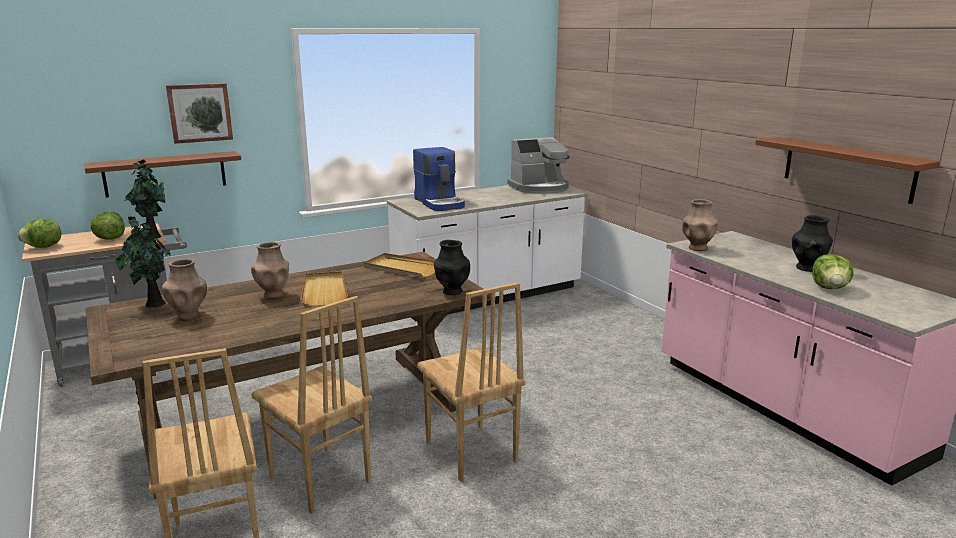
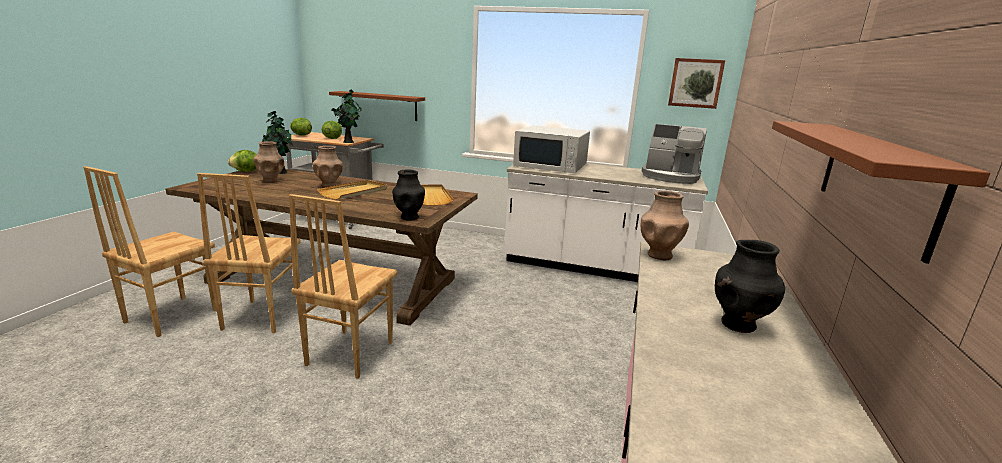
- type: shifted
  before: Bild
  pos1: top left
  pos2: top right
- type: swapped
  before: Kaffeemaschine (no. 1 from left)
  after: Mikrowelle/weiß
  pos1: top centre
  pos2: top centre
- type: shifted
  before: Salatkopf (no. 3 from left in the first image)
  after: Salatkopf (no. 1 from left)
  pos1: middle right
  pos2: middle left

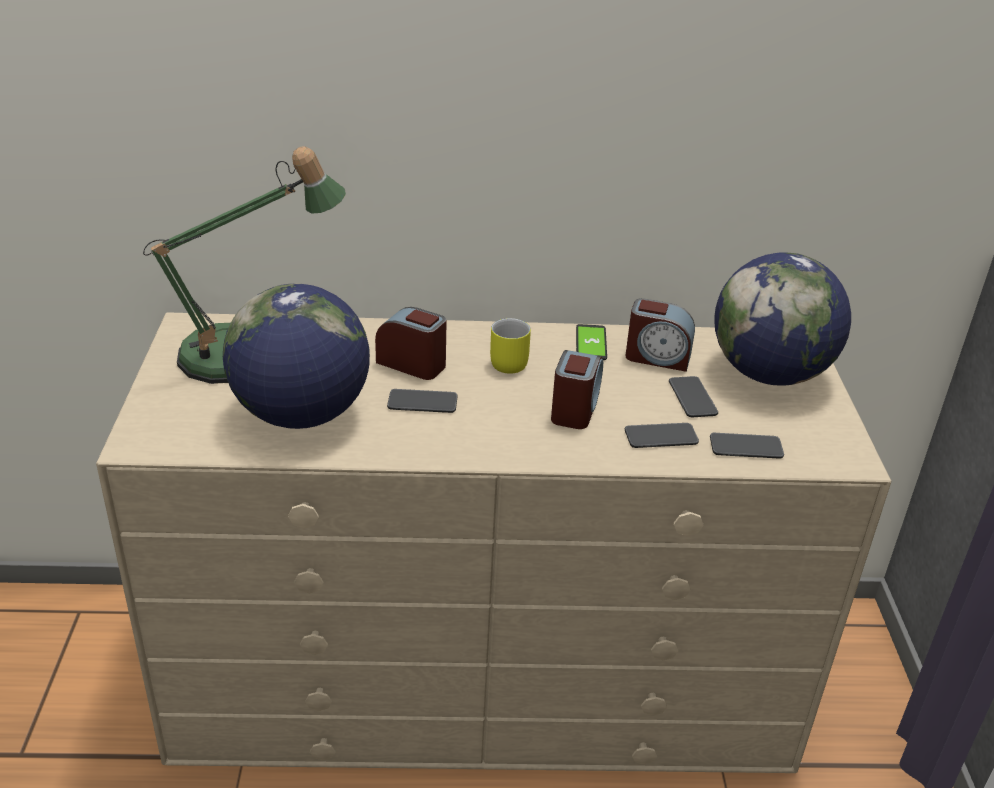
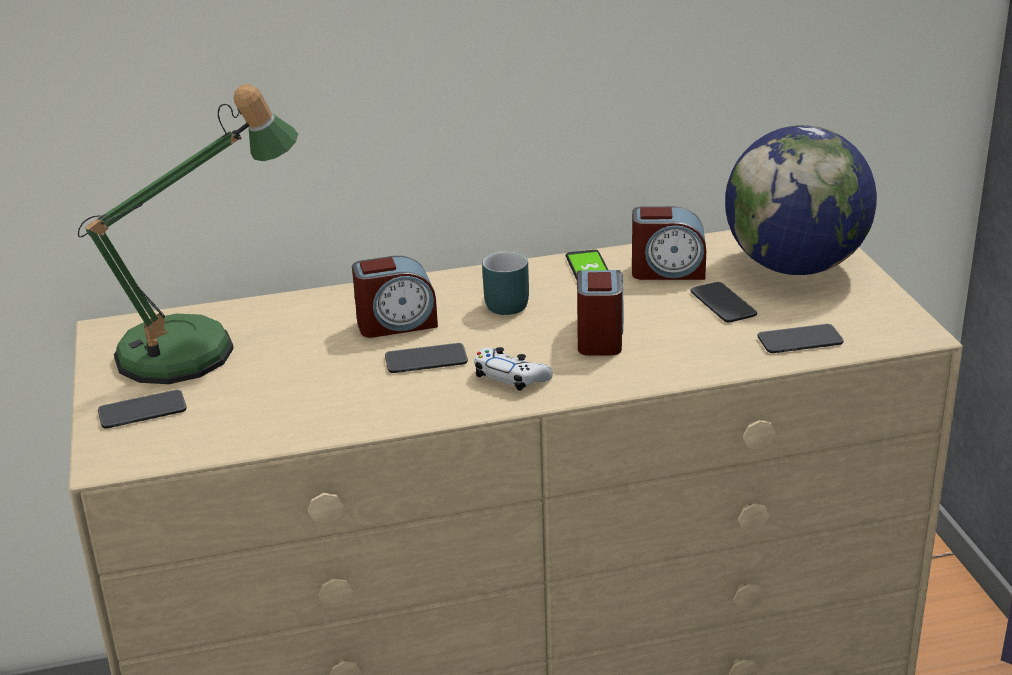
- type: gone
  before: Globus (no. 1 from left)
  pos1: middle left
- type: rotated
  before: Wecker (no. 1 from left)
  pos1: centre
  pos2: centre
  turn: 150
- type: repainted
  before: Henkelbecher/gelb
  after: Henkelbecher/türkis
  pos1: centre
  pos2: centre
- type: shifted
  before: Handy (no. 3 from left in the first image)
  after: Handy (no. 1 from left)
  pos1: centre
  pos2: middle left
- type: new
  after: Gamepad/weiß
  pos2: centre

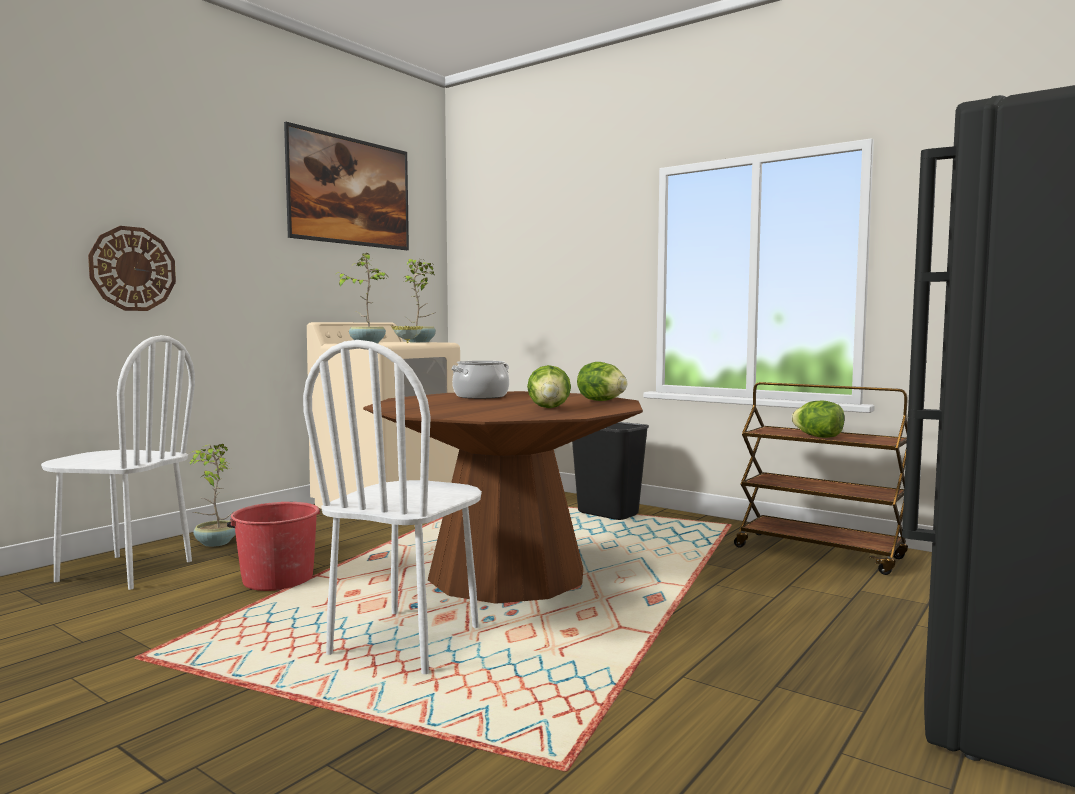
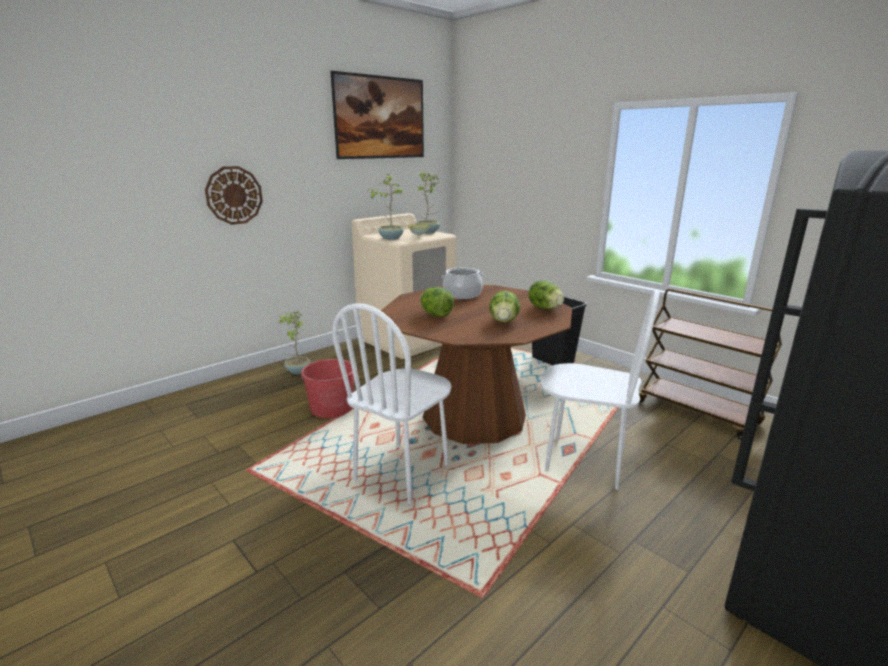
- type: shifted
  before: Stuhl/weiß (no. 1 from left in the first image)
  after: Stuhl/weiß (no. 2 from left)
  pos1: middle left
  pos2: middle right
- type: shifted
  before: Salatkopf (no. 3 from left in the first image)
  after: Salatkopf (no. 1 from left)
  pos1: middle right
  pos2: centre

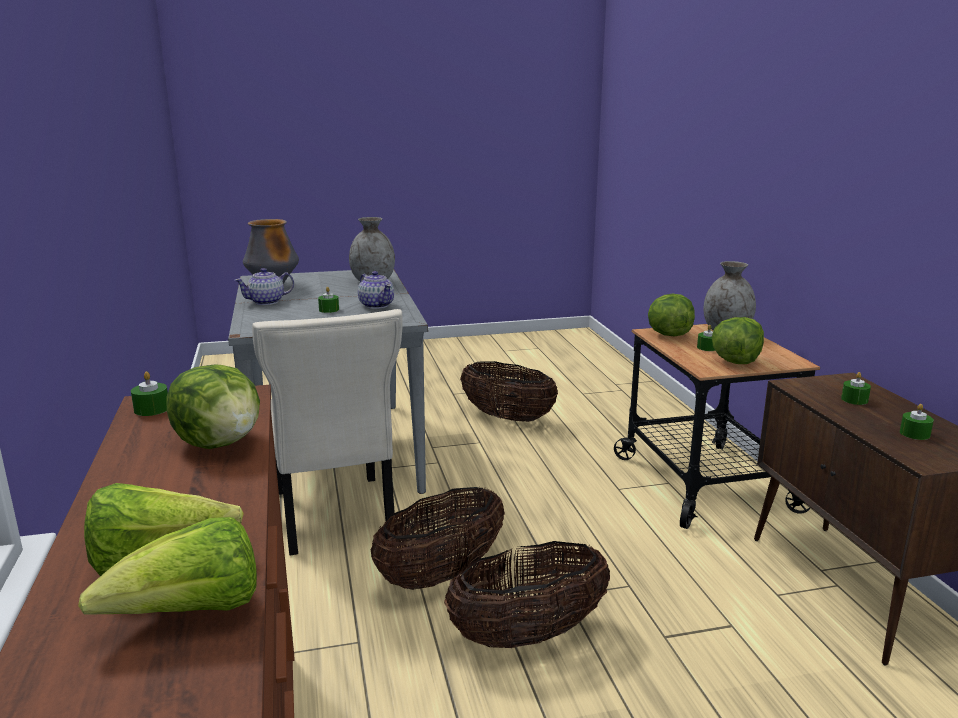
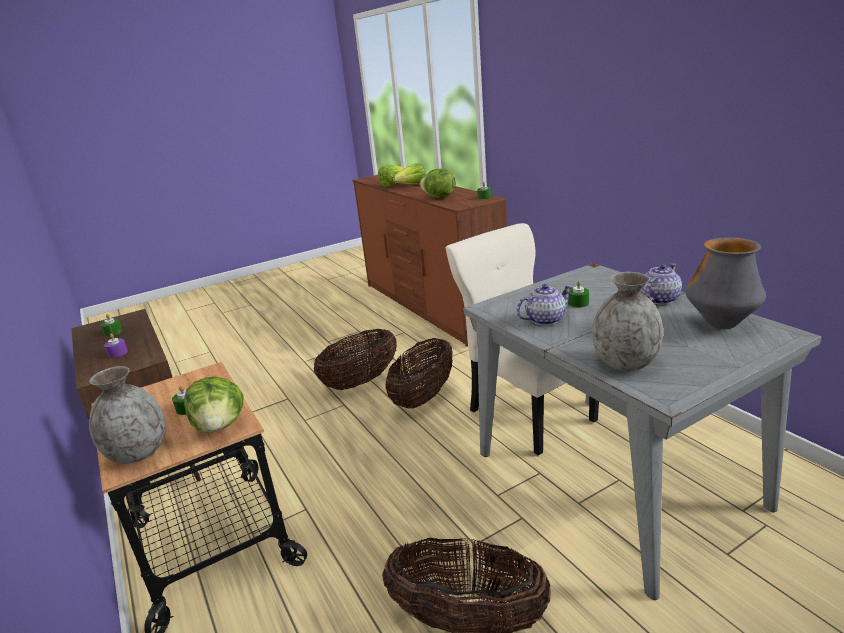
- type: rotated
  before: Teekanne (no. 2 from left in the first image)
  pos1: centre
  pos2: centre
  turn: 120
- type: gone
  before: Salatkopf (no. 5 from left)
  pos1: middle right
- type: repainted
  before: Kerze/grün (no. 4 from left)
  after: Kerze/lila
  pos1: middle right
  pos2: middle left

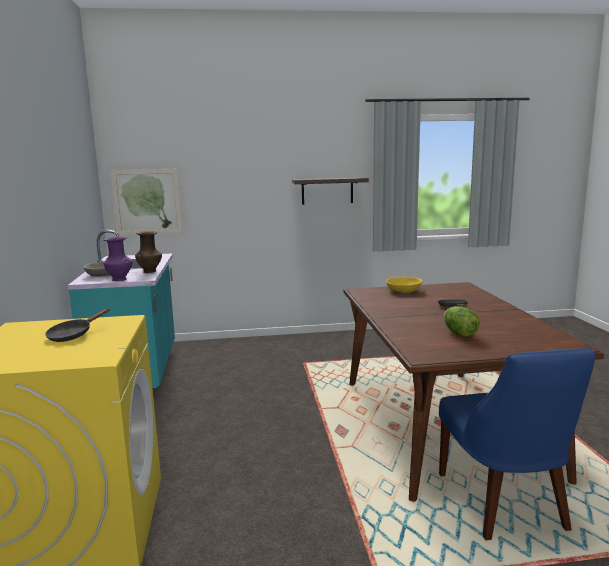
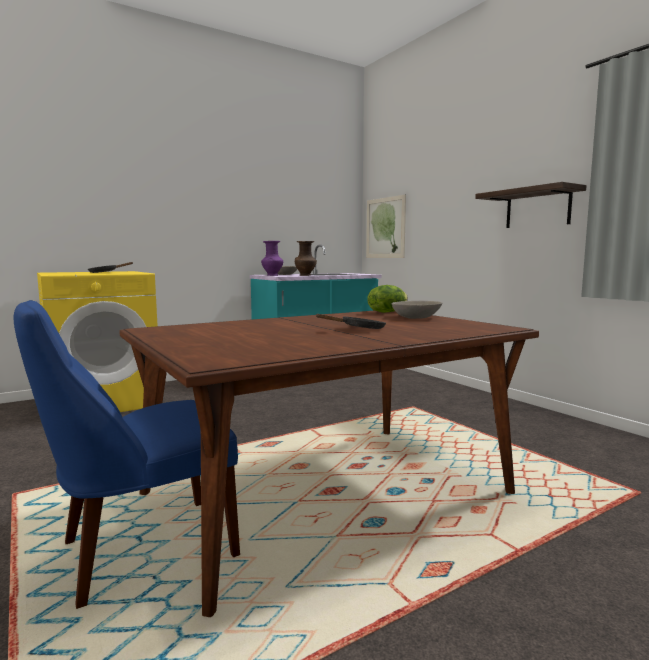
- type: repainted
  before: Schüssel/gelb
  after: Schüssel/grau (no. 2 from left)
  pos1: centre
  pos2: centre
- type: shifted
  before: Salatkopf
  pos1: middle right
  pos2: centre

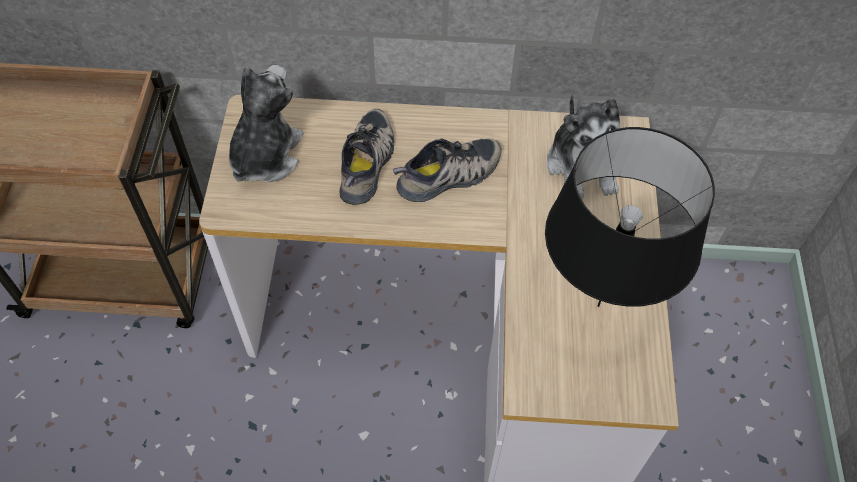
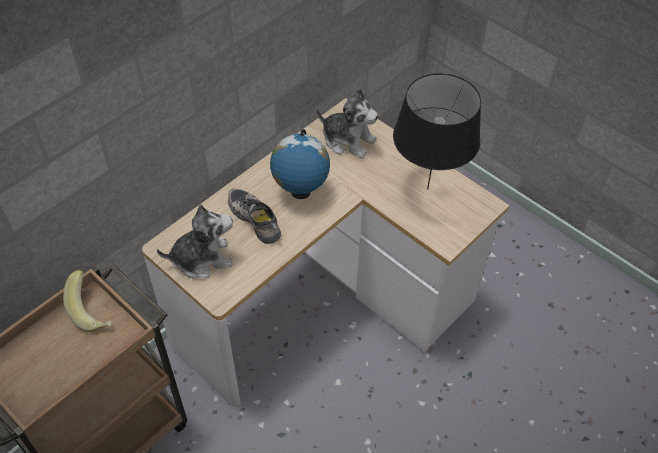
- type: rotated
  before: Plüschtier (no. 1 from left)
  pos1: top left
  pos2: middle left
  turn: 105
- type: swapped
  before: Schuh (no. 2 from left)
  after: Globus
  pos1: centre
  pos2: centre
- type: new
  after: Banane
  pos2: middle left

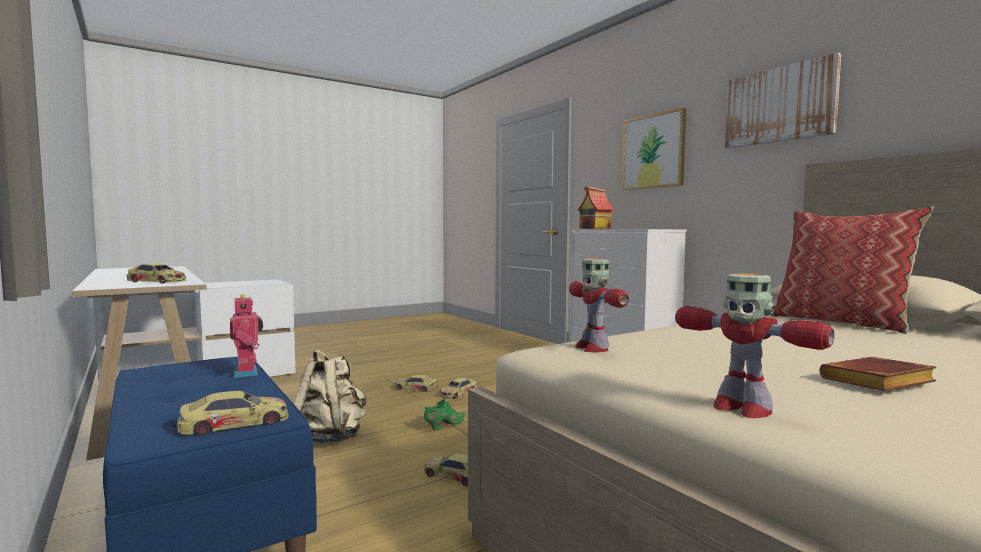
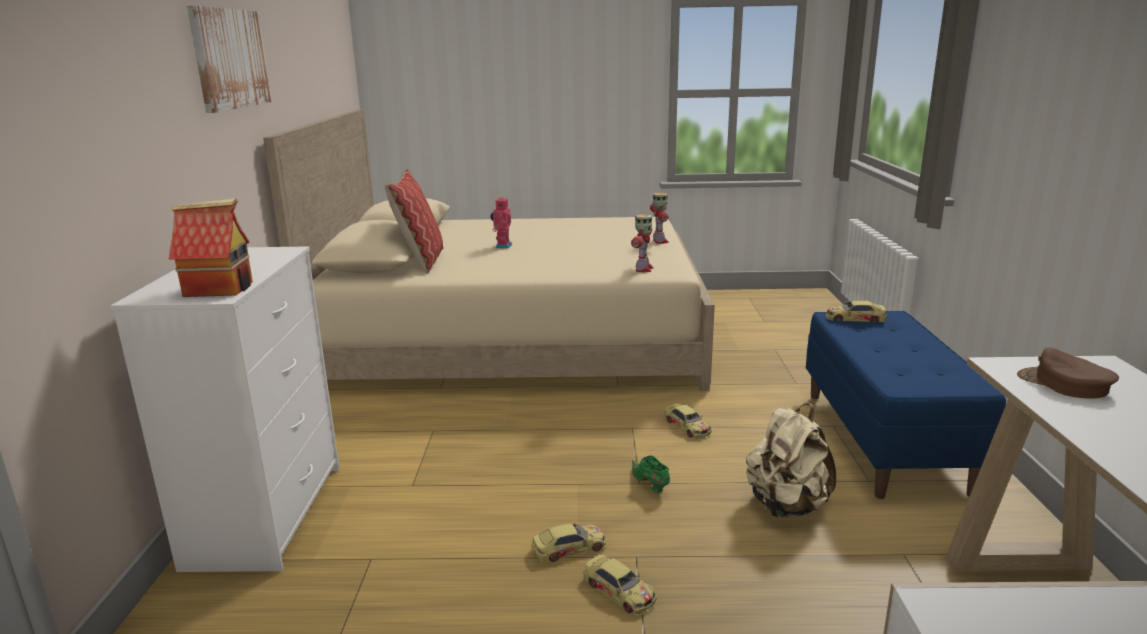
- type: swapped
  before: Spielzeugauto (no. 1 from left)
  after: Kappe/braun
  pos1: middle left
  pos2: middle right
- type: shifted
  before: Spielzeugroboter (no. 1 from left)
  pos1: middle left
  pos2: centre
- type: rotated
  before: Schuh/grün
  pos1: bottom centre
  pos2: bottom centre
  turn: 75
- type: gone
  before: Bild (no. 1 from left)
  pos1: top right
- type: gone
  before: Buch/braun
  pos1: bottom right

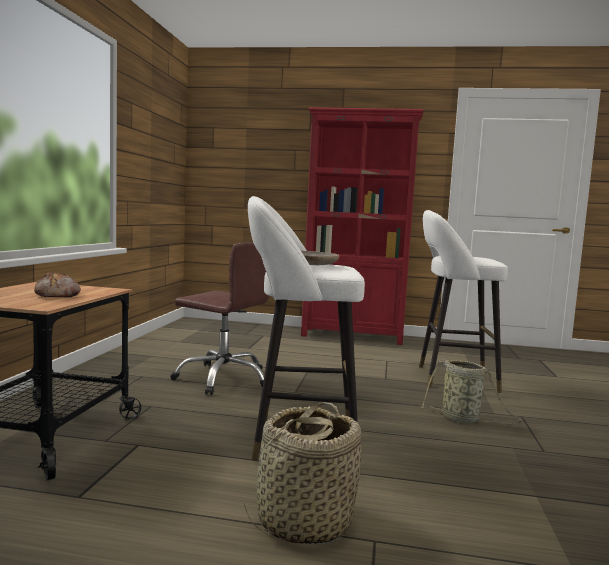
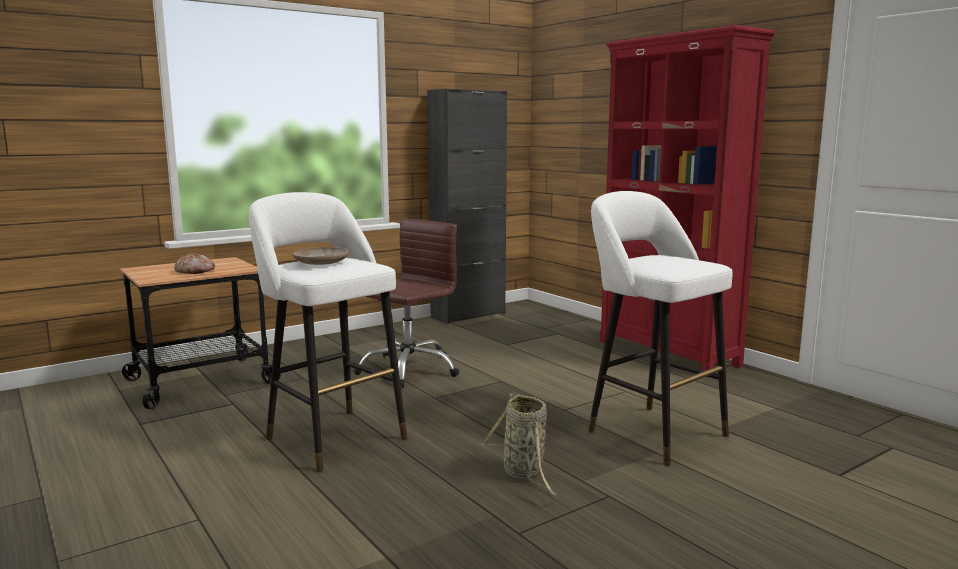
- type: rotated
  before: Bürostuhl/braun
  pos1: centre
  pos2: centre
  turn: -120
- type: gone
  before: Korb (no. 1 from left)
  pos1: bottom centre
- type: new
  after: Schrank/schwarz
  pos2: centre

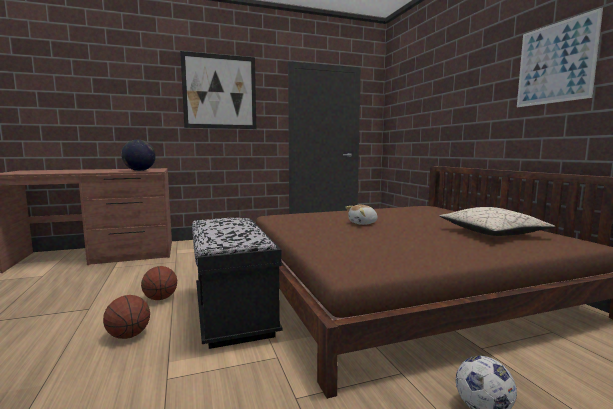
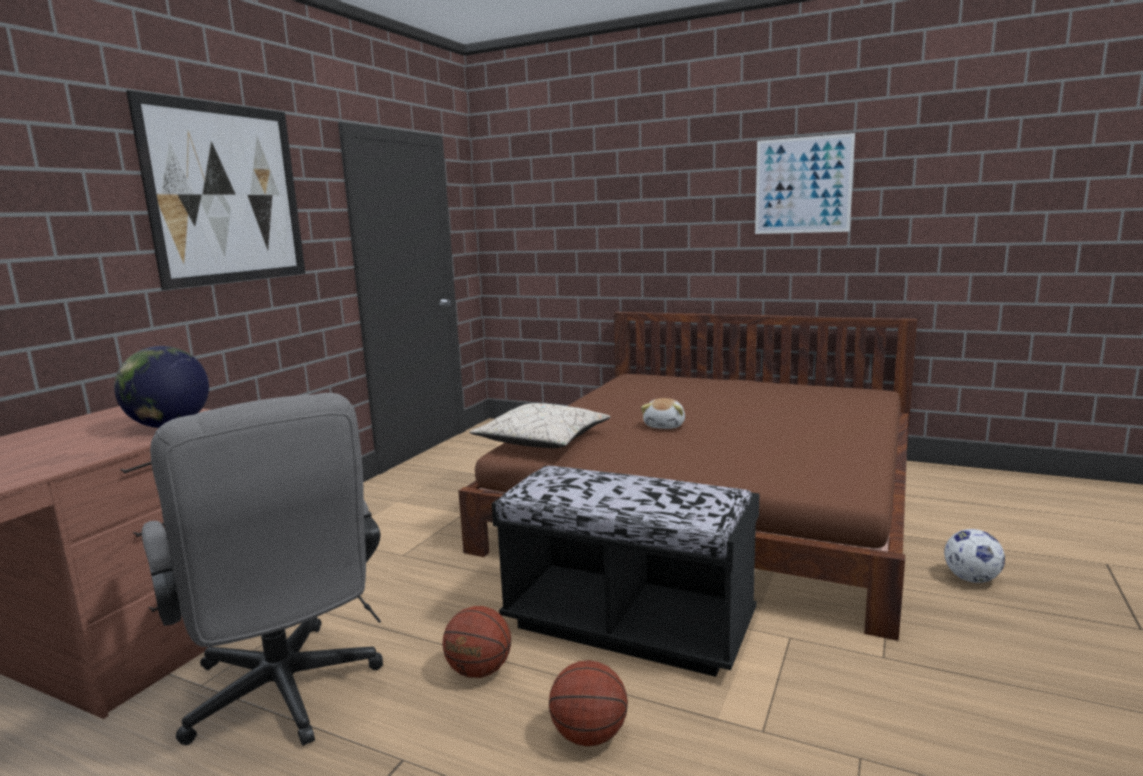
- type: shifted
  before: Kissen/beige
  pos1: middle right
  pos2: centre
- type: new
  after: Bürostuhl/grau
  pos2: bottom left

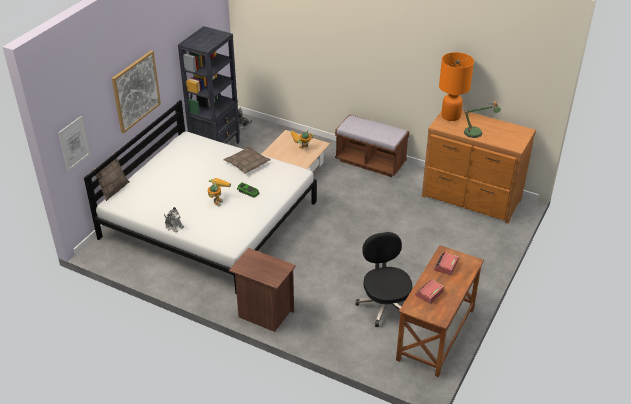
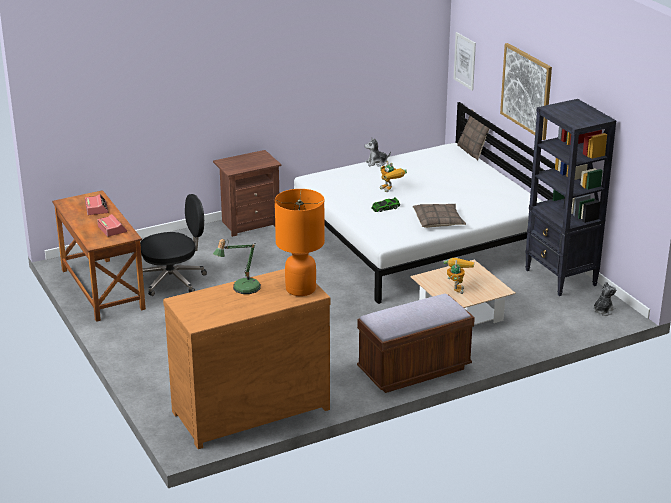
- type: rotated
  before: Bürostuhl/schwarz
  pos1: bottom centre
  pos2: middle left
  turn: -45

